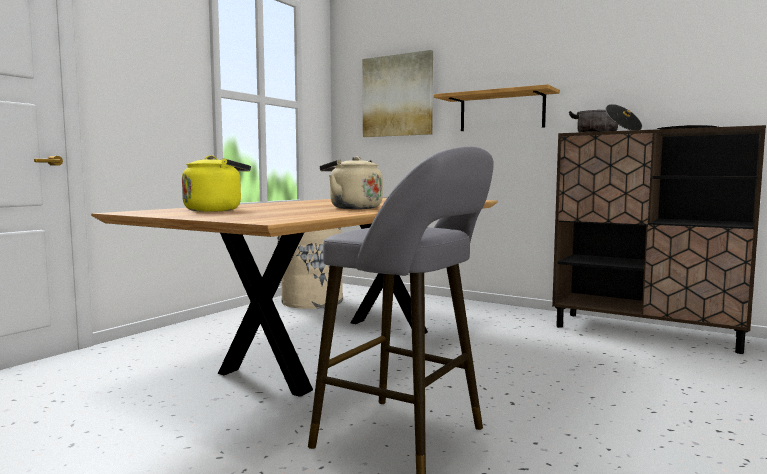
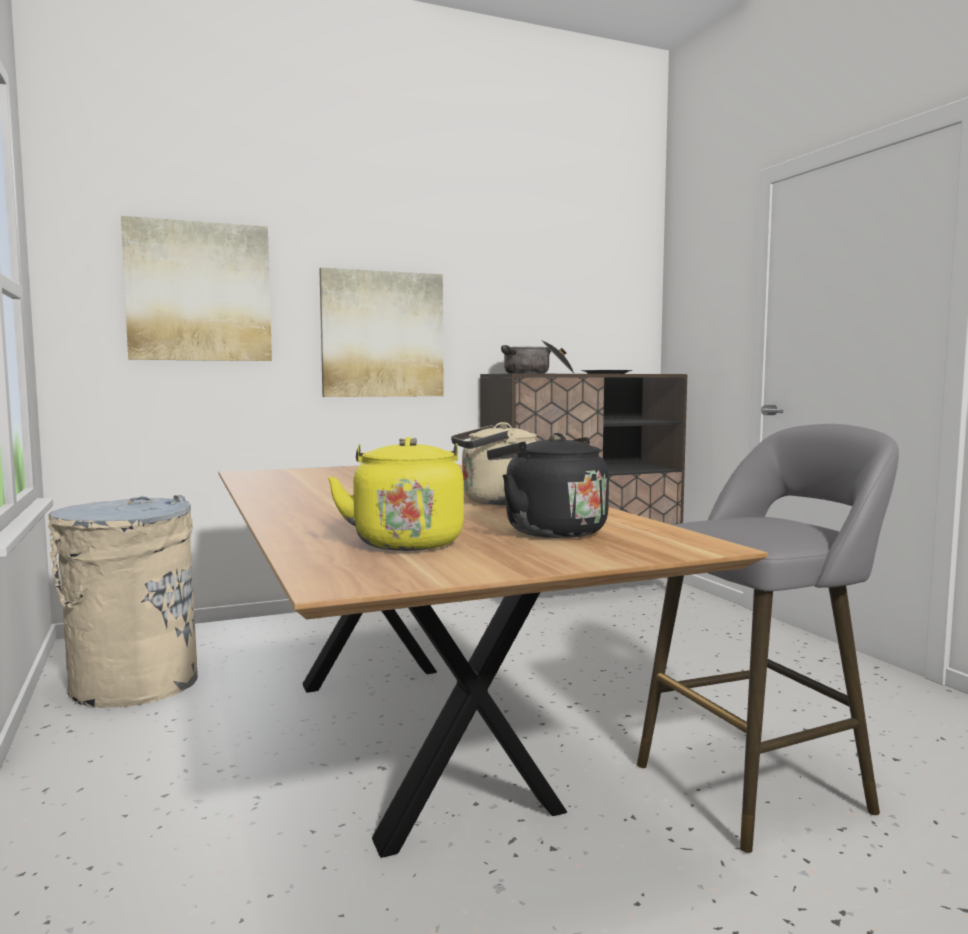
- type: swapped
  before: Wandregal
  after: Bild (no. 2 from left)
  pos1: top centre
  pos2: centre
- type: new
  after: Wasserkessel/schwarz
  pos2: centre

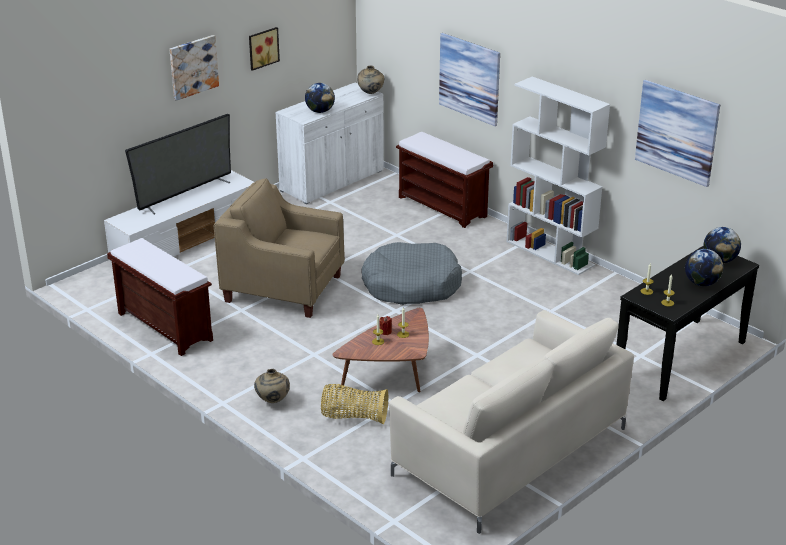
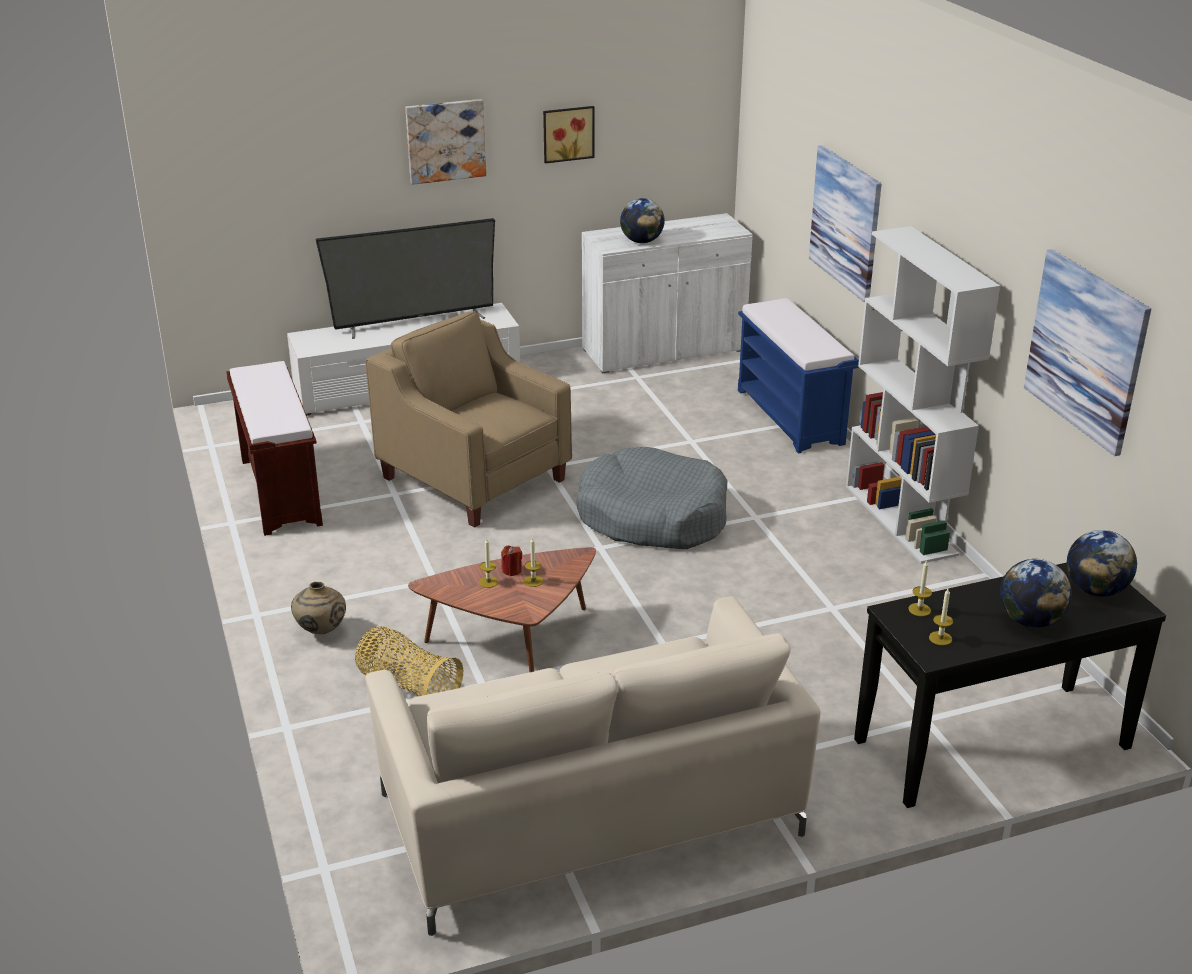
- type: gone
  before: Vase/beige (no. 2 from left)
  pos1: top centre
- type: repainted
  before: Bank/braun (no. 2 from left)
  after: Bank/blau
  pos1: top centre
  pos2: middle right

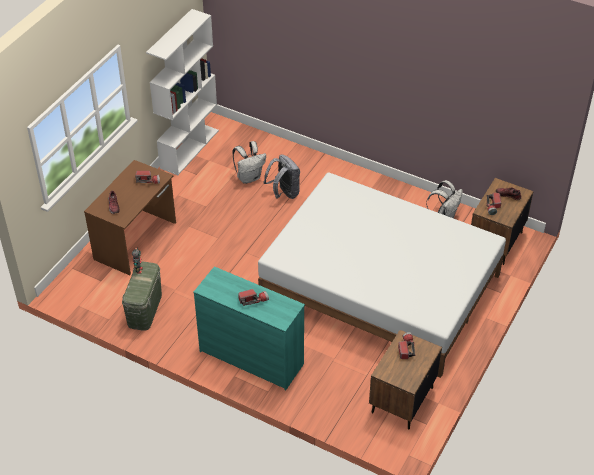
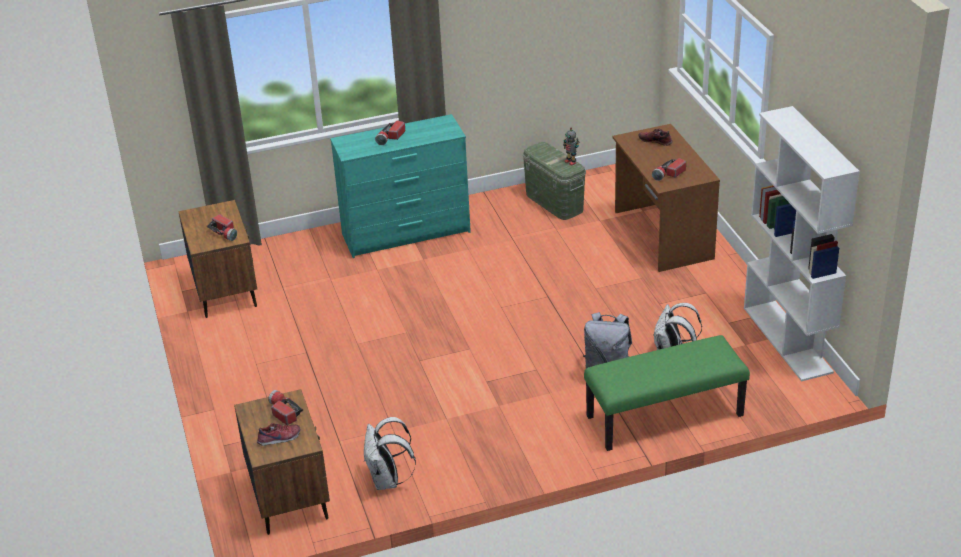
- type: gone
  before: Bett/weiß
  pos1: centre
- type: new
  after: Bank/grün
  pos2: bottom right

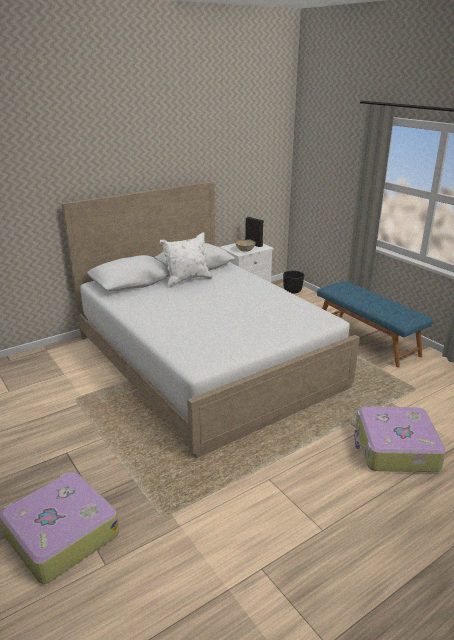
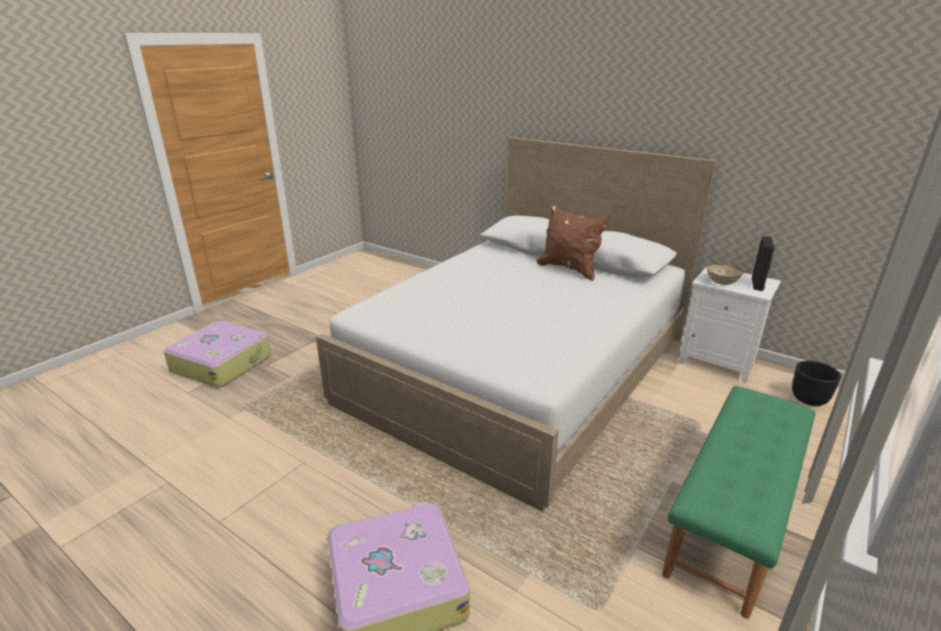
- type: repainted
  before: Kissen/weiß
  after: Kissen/braun
  pos1: centre
  pos2: centre
- type: repainted
  before: Bank/blau
  after: Bank/grün
  pos1: middle right
  pos2: bottom right

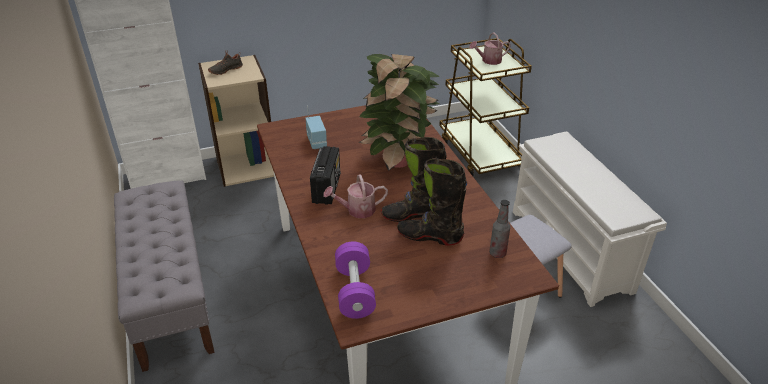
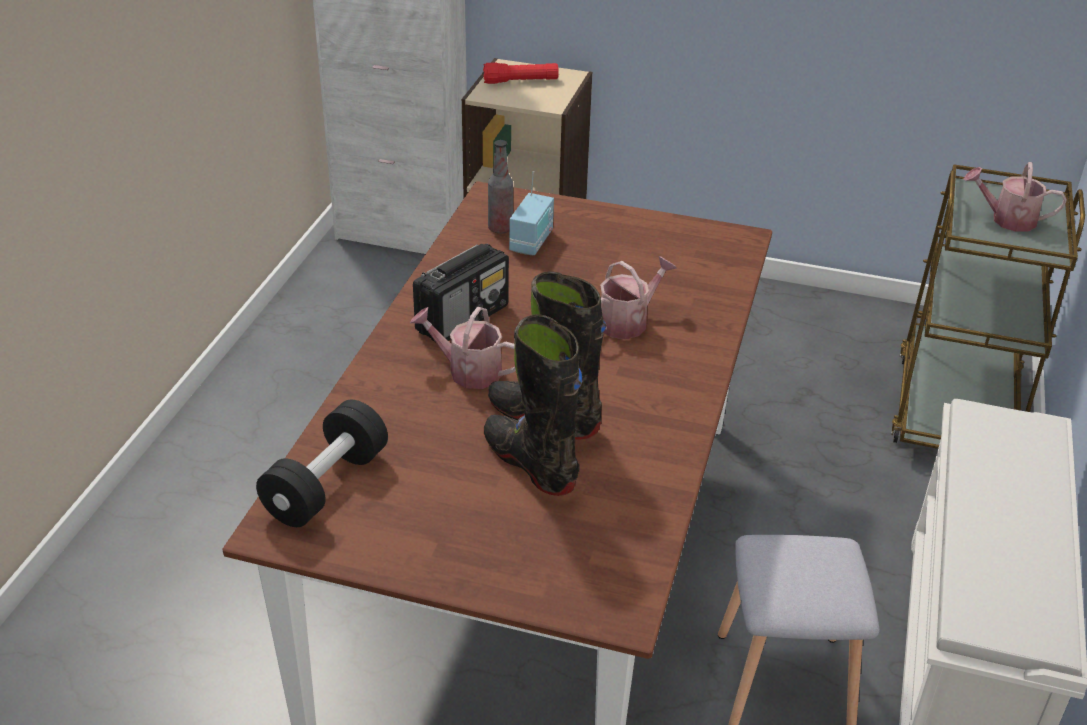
- type: gone
  before: Bank/grau
  pos1: bottom left
- type: swapped
  before: Schuh/schwarz
  after: Taschenlampe/rot
  pos1: top left
  pos2: top centre
- type: repainted
  before: Hantel/lila
  after: Hantel/schwarz
  pos1: bottom centre
  pos2: middle left
- type: swapped
  before: Topfpflanze
  after: Gießkanne (no. 2 from left)
  pos1: top centre
  pos2: centre
- type: shifted
  before: Flasche
  pos1: centre
  pos2: top centre

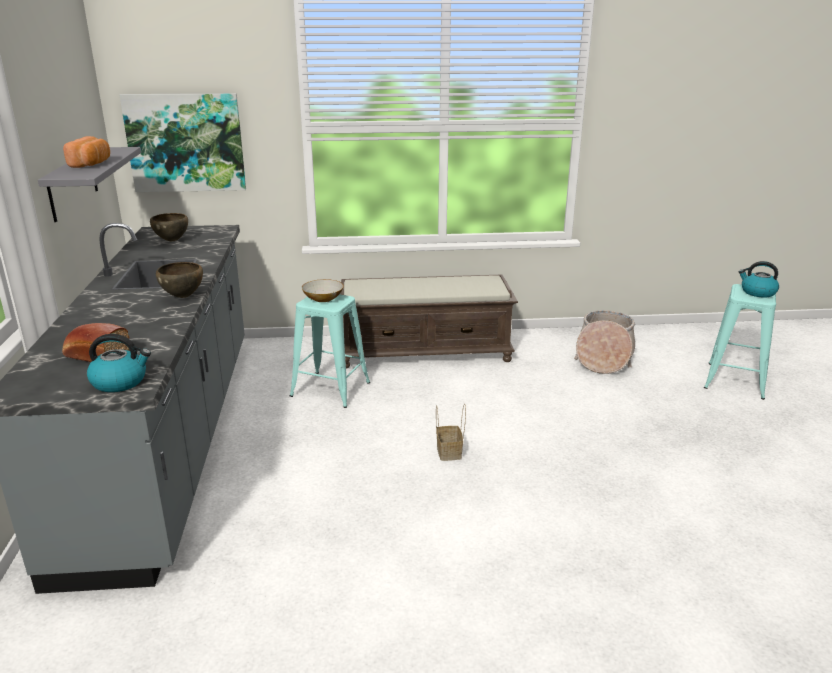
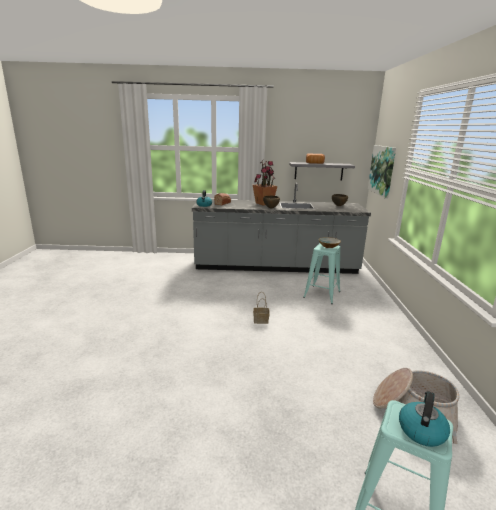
- type: gone
  before: Bank/braun
  pos1: centre
- type: new
  after: Topfpflanze
  pos2: centre

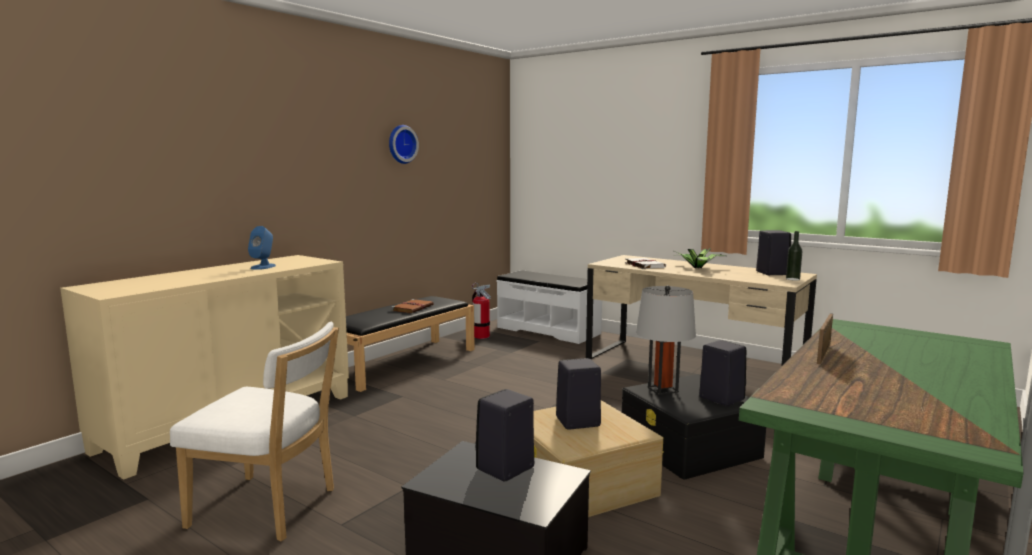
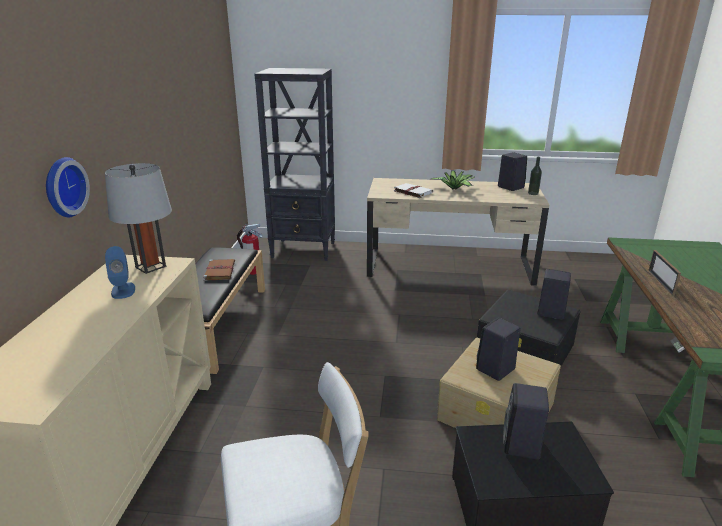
- type: shifted
  before: Wanduhr
  pos1: top centre
  pos2: middle left
- type: swapped
  before: Bank/weiß
  after: Bücherregal/schwarz
  pos1: centre
  pos2: top centre
- type: shifted
  before: Tischlampe/grau
  pos1: centre
  pos2: middle left

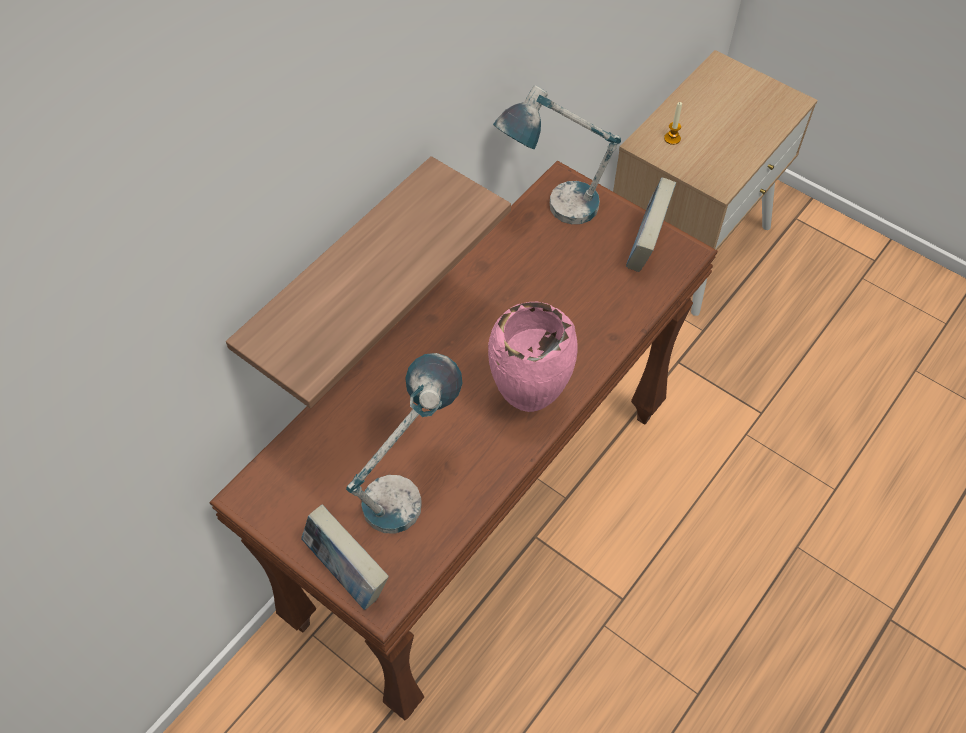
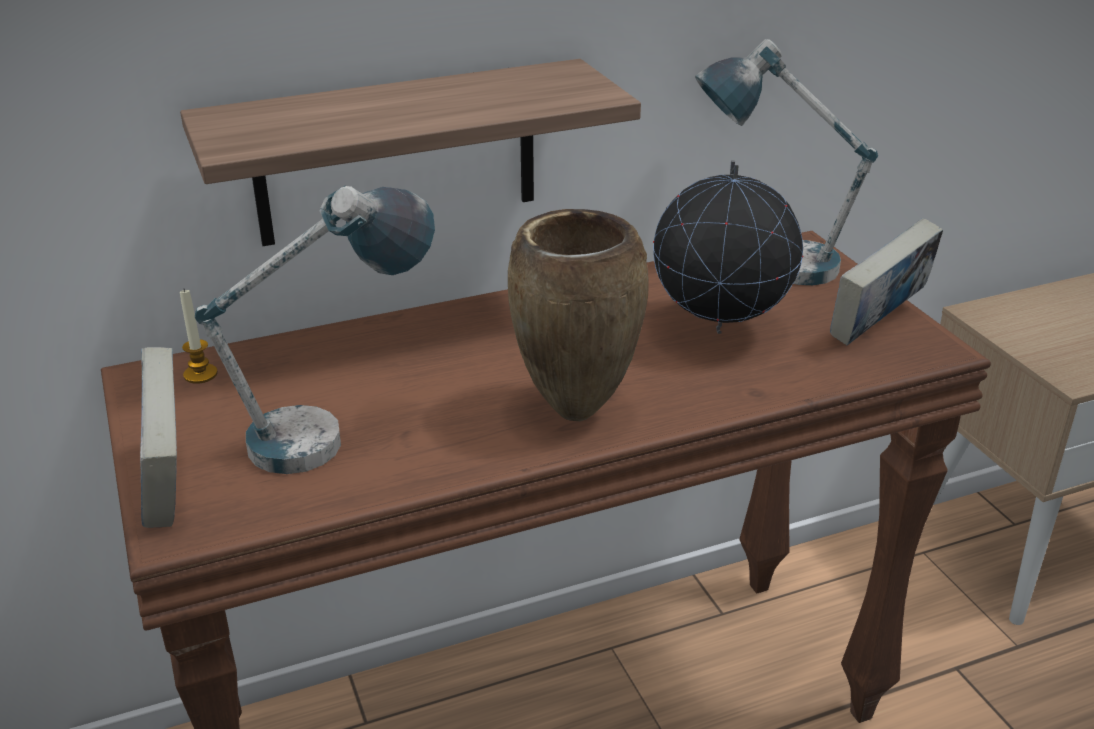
- type: repainted
  before: Vase/rosa
  after: Vase/braun
  pos1: centre
  pos2: centre
- type: shifted
  before: Kerze
  pos1: top right
  pos2: middle left
- type: new
  after: Globus
  pos2: centre

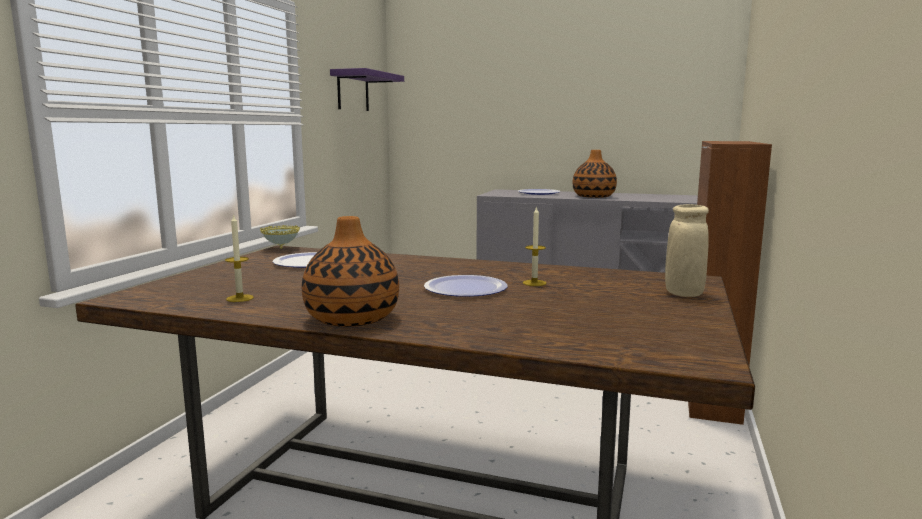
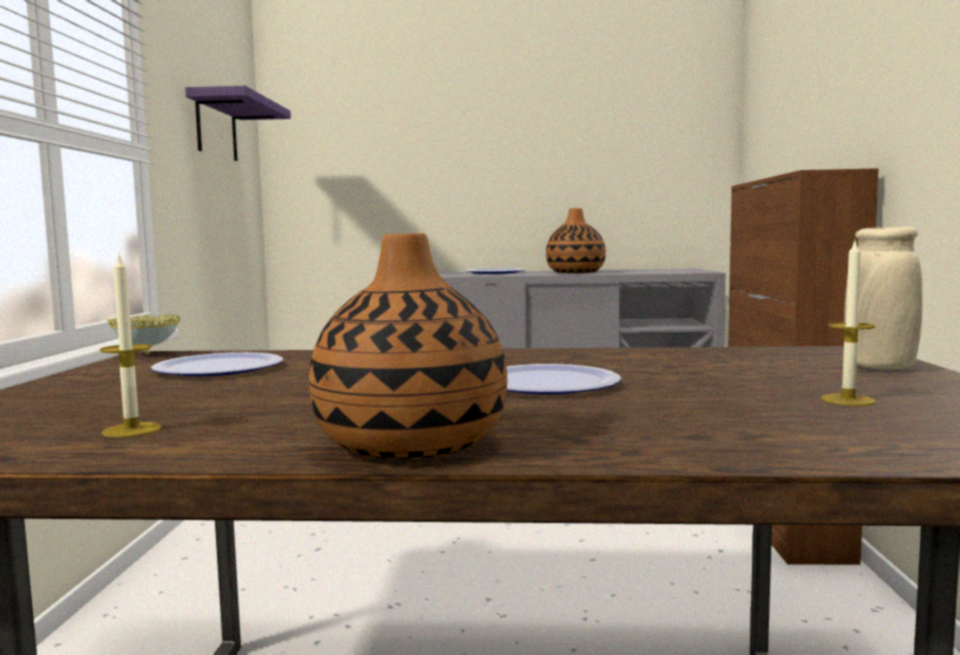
- type: shifted
  before: Kerze (no. 2 from left)
  pos1: centre
  pos2: middle right

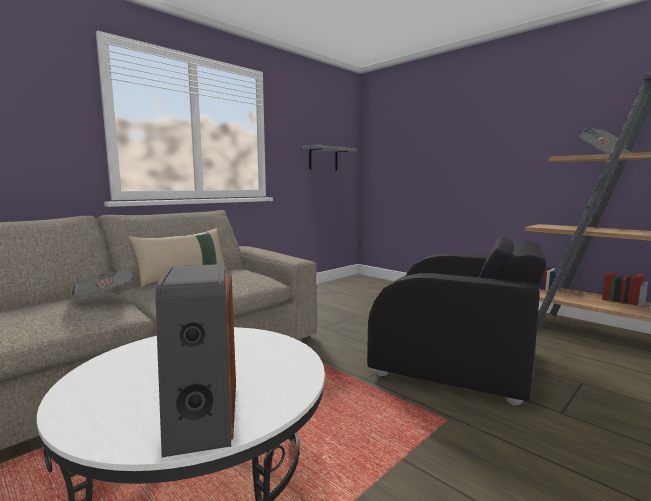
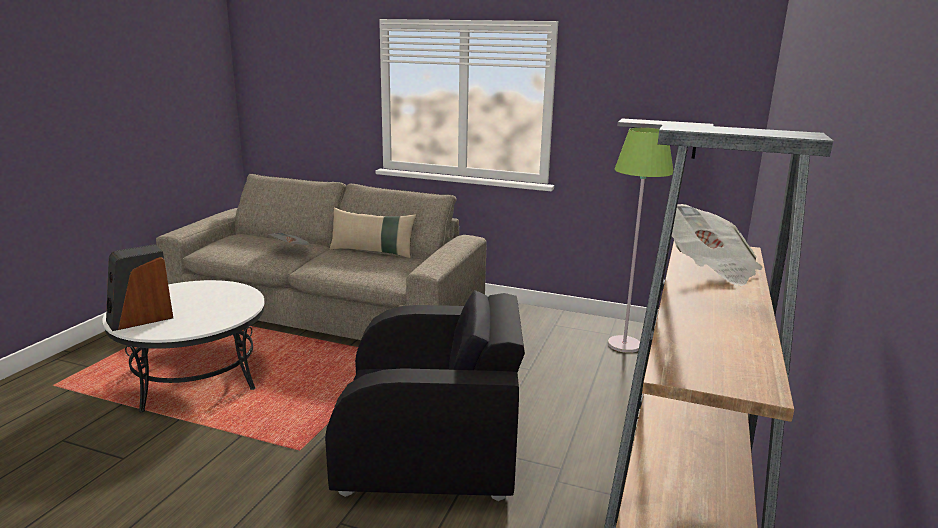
- type: rotated
  before: Sessel/schwarz
  pos1: middle right
  pos2: bottom centre
  turn: -90
- type: new
  after: Stehlampe/grün
  pos2: middle right

